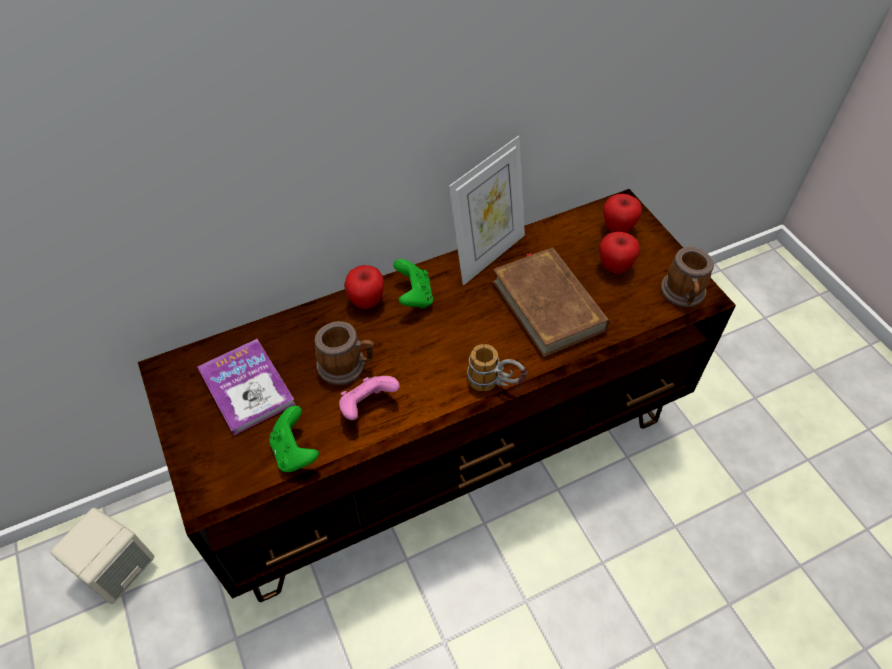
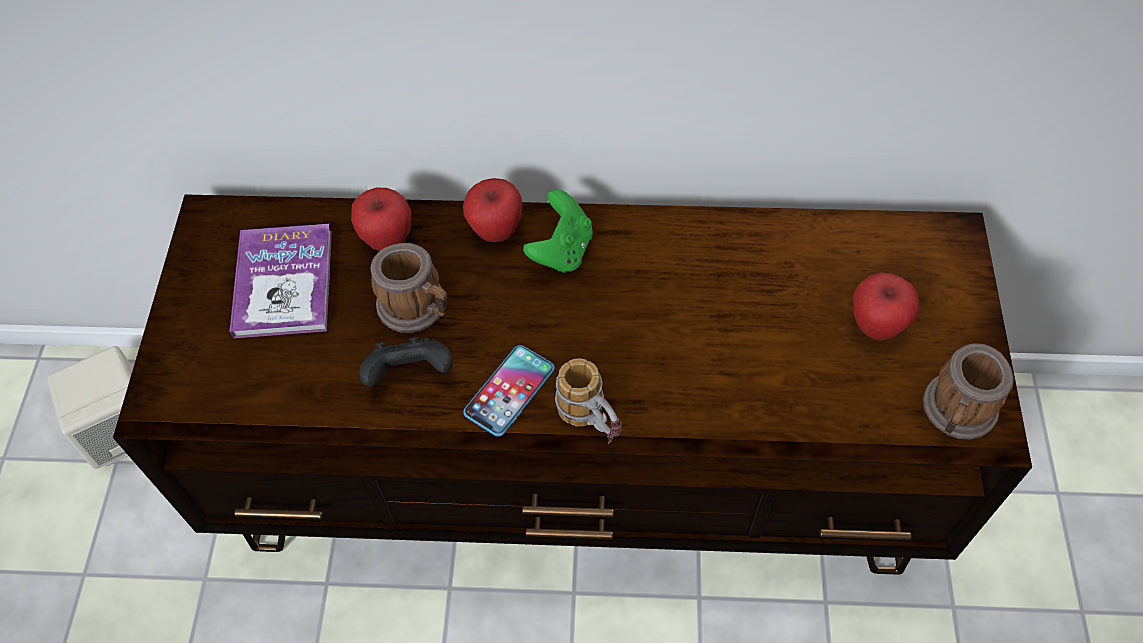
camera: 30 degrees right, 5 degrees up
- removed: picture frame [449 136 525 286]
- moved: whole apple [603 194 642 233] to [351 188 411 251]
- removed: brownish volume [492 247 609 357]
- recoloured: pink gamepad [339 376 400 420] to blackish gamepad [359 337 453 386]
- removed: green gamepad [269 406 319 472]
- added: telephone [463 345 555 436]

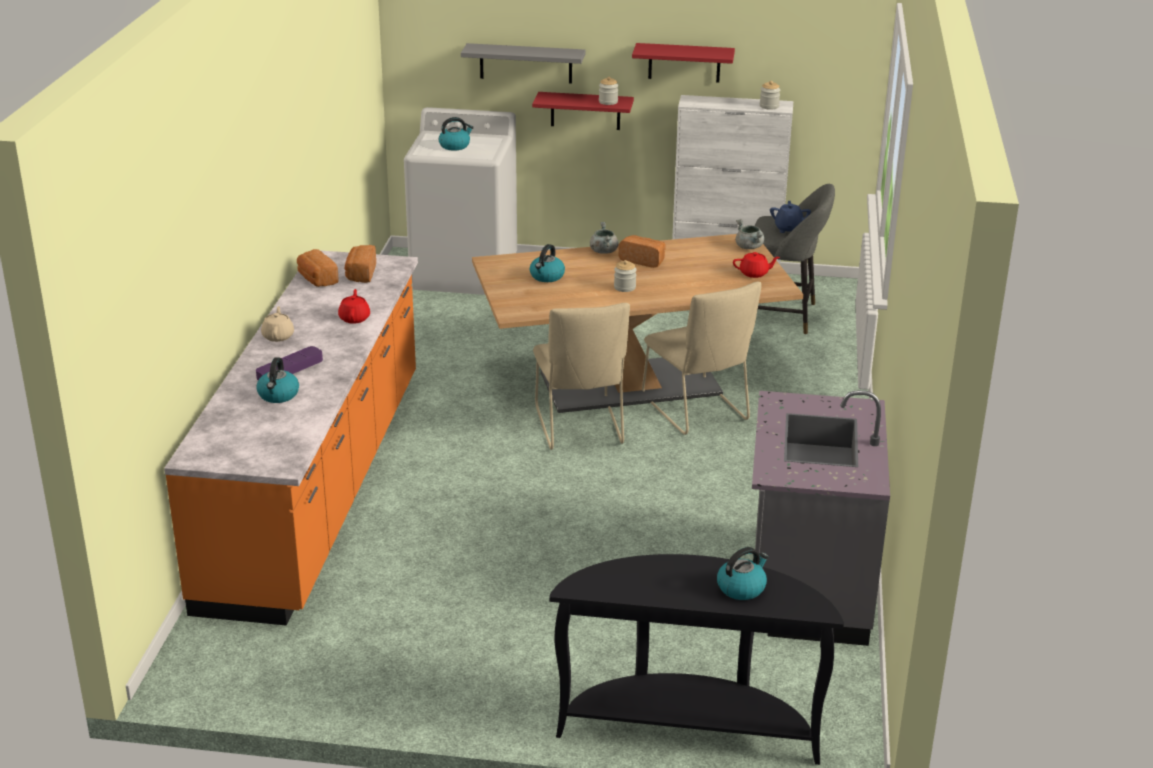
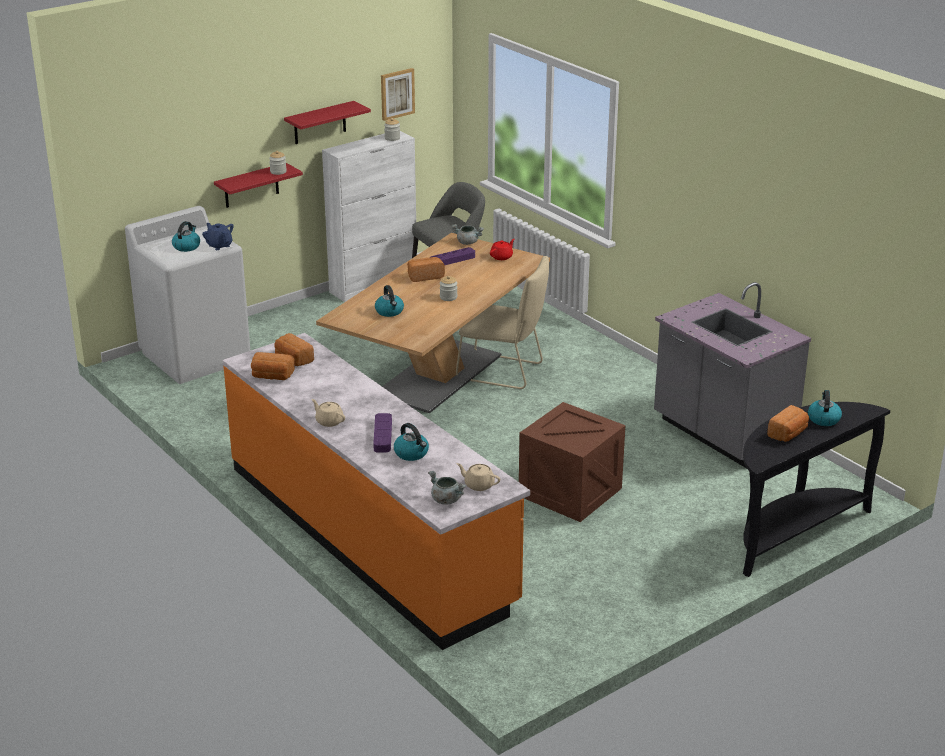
camera: 45 degrees left, 0 degrees up
- removed: gray wall shelf [461 43 586 84]
- moved: blue-coloured pot for tea [770 201 811 233] to [202 223 234 250]
- moved: gray saucepot [590 222 619 254] to [428 471 466 505]
- removed: red pot for tea [338 289 370 324]
- removed: sand-coloured chair [533 303 630 450]
- added: wall art [381 68 415 121]
- added: purplish carrying tray [429 247 475 265]
- added: crate [519 402 626 522]
- added: baked bread [767 405 809 442]
- added: sand-coloured pot for tea [456 463 500 491]

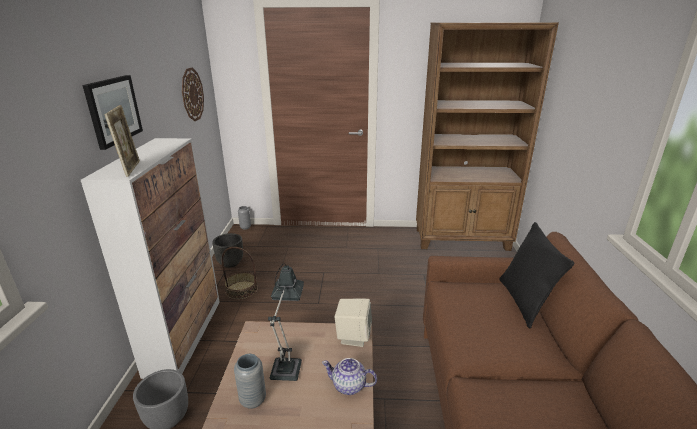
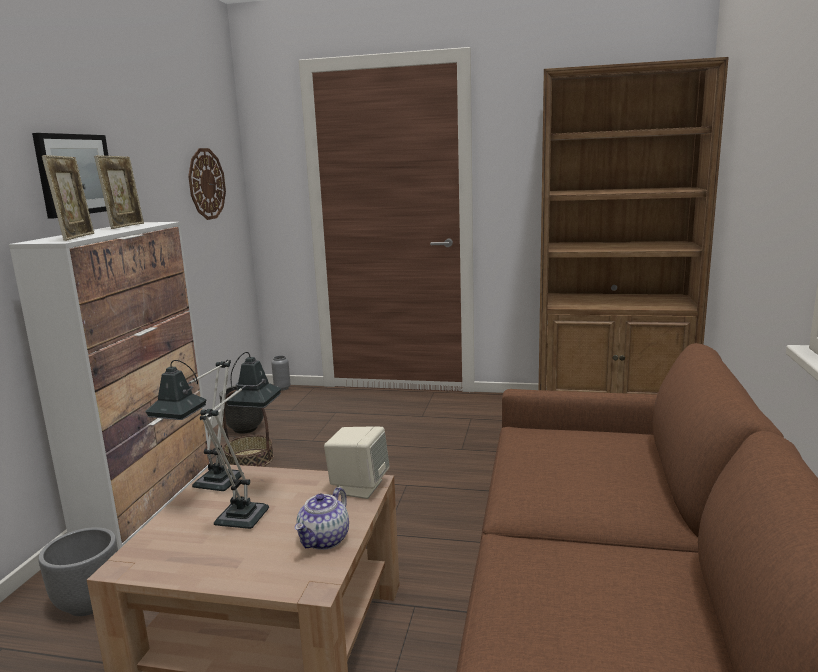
camera: 10 degrees right, 10 degrees down
- removed: blackish throw pillow [499 222 574 329]
- removed: gray vase [234 354 266 409]
- turned: pot for tea [322 358 377 395] = [295 487 349 550] 90 degrees counterclockwise
- added: picture frame [94 155 144 229]
- added: tabletop lamp [145 360 244 491]

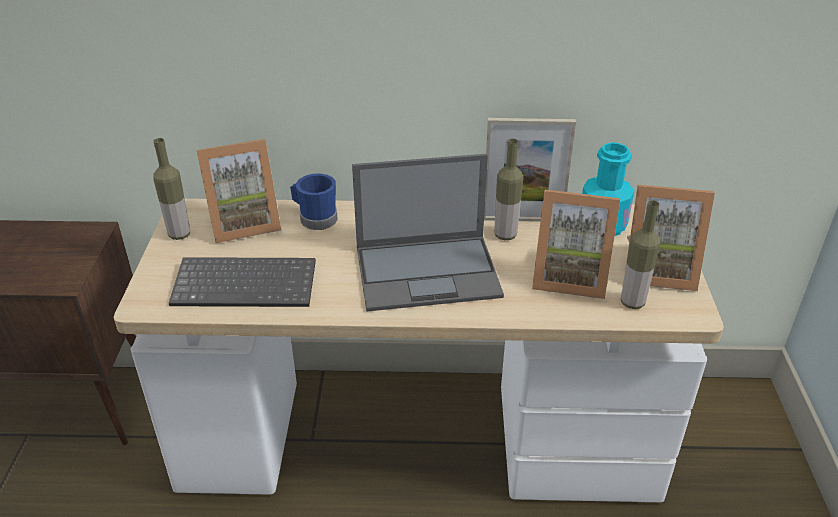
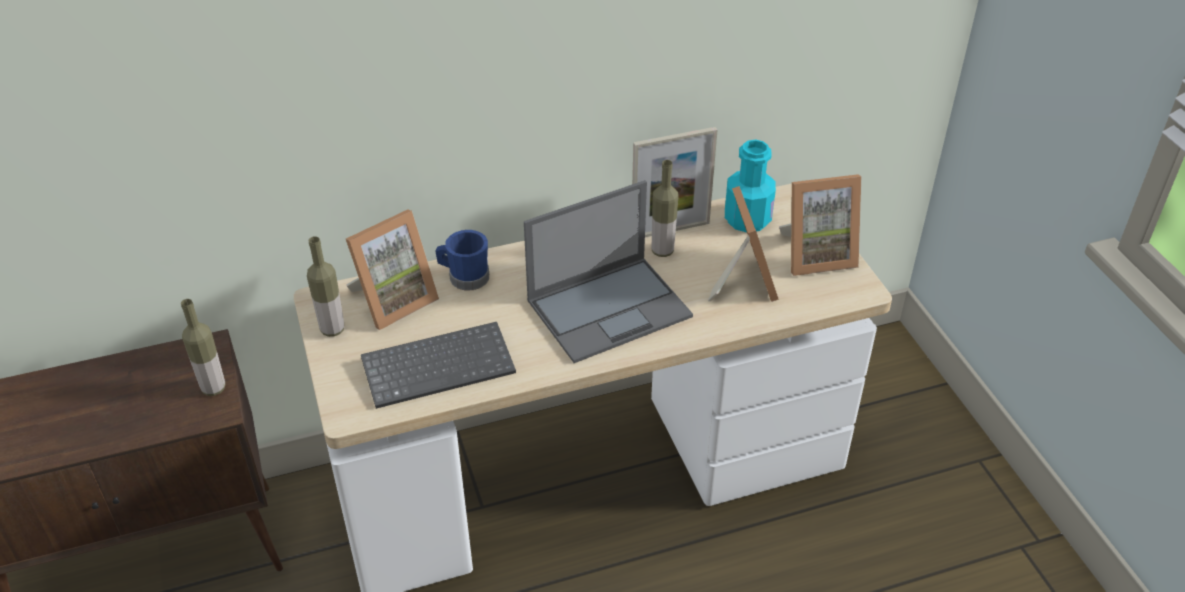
camera: 20 degrees left, 5 degrees up
- turned: picture frame [532 190 620 299] = [708 186 779 302] 90 degrees counterclockwise
- moved: beverage bottle [621 200 661 309] to [181 299 225 396]

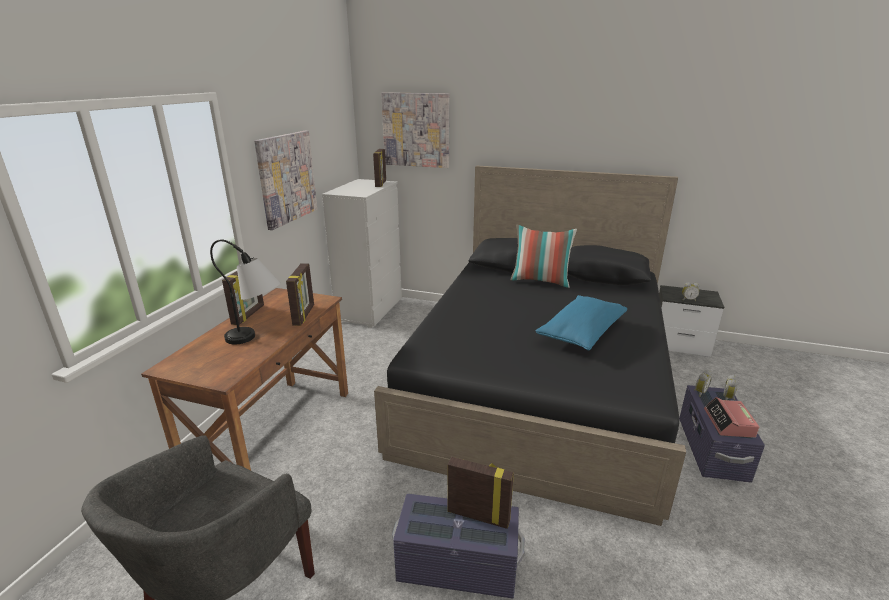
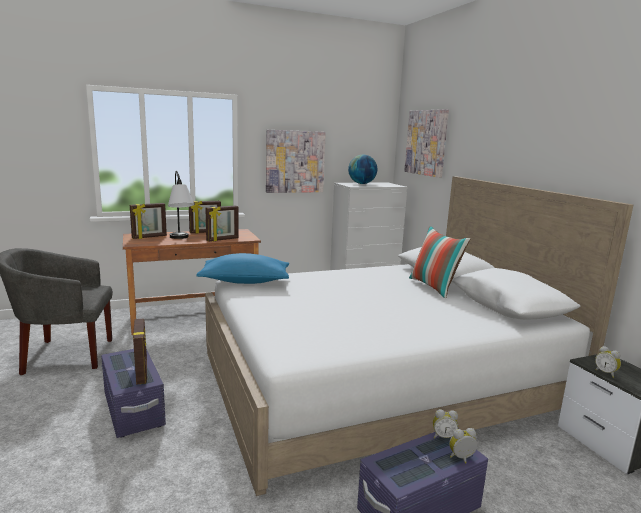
camera: 50 degrees right, 10 degrees down
- moved: picture frame [373 149 386 187] to [130 203 167 239]
- recoloured: blackish sleeping bed [374 165 686 526] to white-coloured sleeping bed [205 176 633 496]
- moved: blue-coloured throw pillow [536 295 627 350] to [196 253 289 284]
- removed: alarm clock [704 397 759 438]
- added: world globe [348 155 377 184]

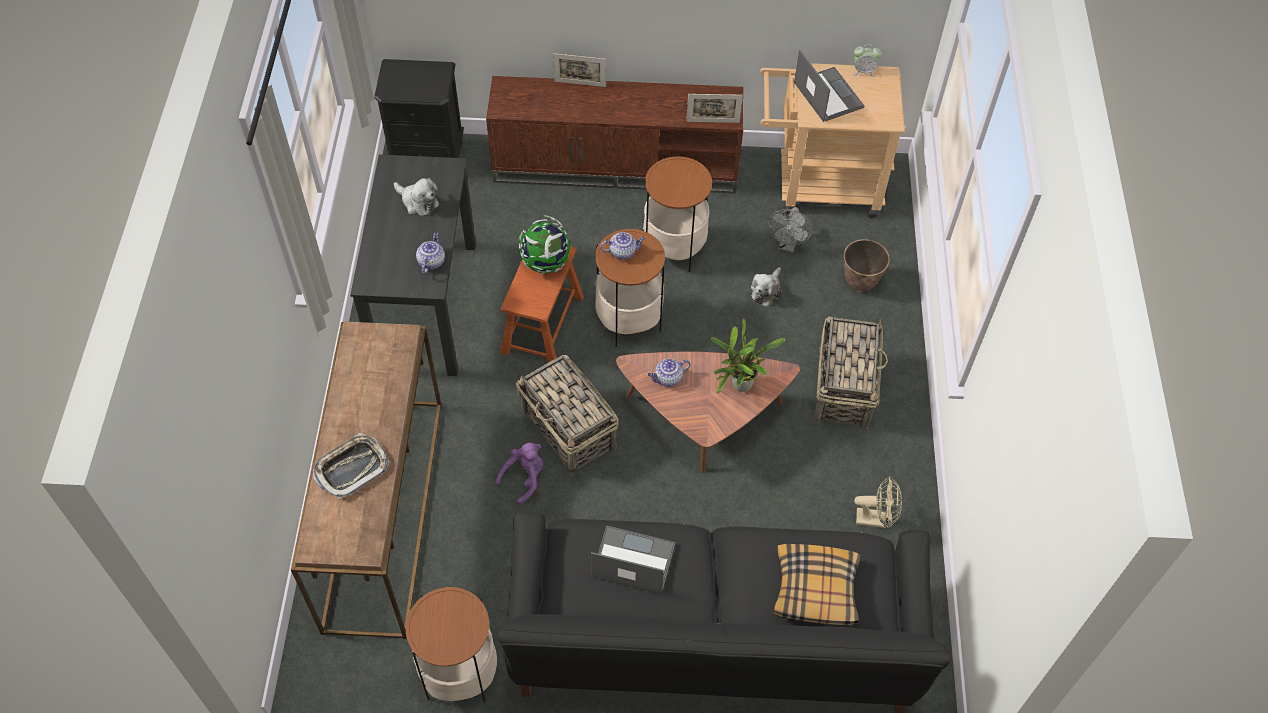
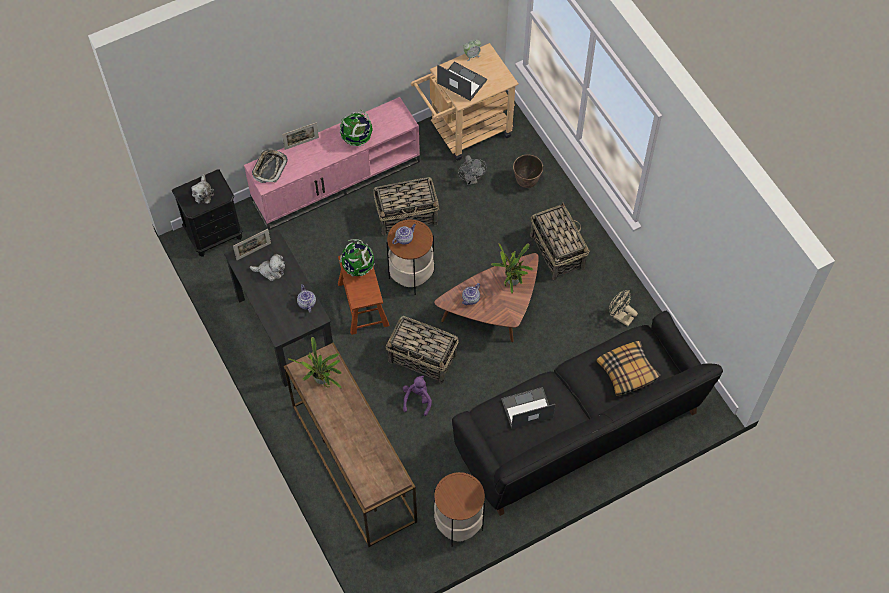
camera: 30 degrees left, 5 degrees up
- recoloured: brownish tv stand [486 76 743 193] to pink tv stand [244 97 420 230]
- moved: picture frame [686 94 743 123] to [233 229 271 260]
- replaced: accent table [643 156 712 272] to basket [373 177 440 235]
- moved: soft toy [751 267 782 307] to [192 174 214 204]
- moved: carrying tray [313 433 389 499] to [252 149 288 183]
- turned: sand-coloured fan [854 476 902 528] = [609 290 638 326] 120 degrees counterclockwise
- added: world globe [340 110 372 147]
- added: houseplant [288 337 342 389]

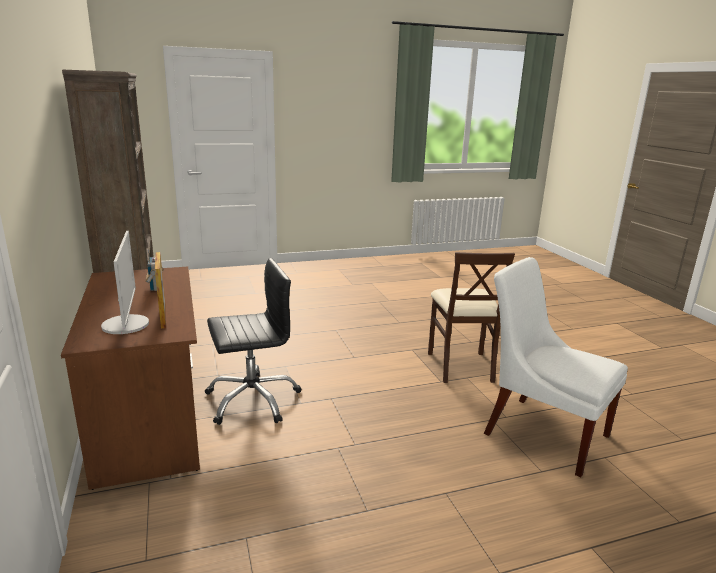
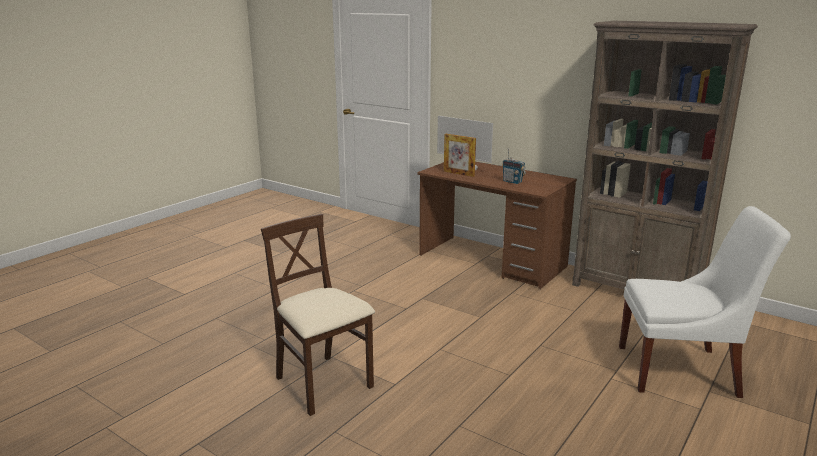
camera: 145 degrees right, 0 degrees up
- moved: white-coloured chair [484 257 628 478] to [619 206 791 398]
- removed: blackish desk chair [205 258 302 425]

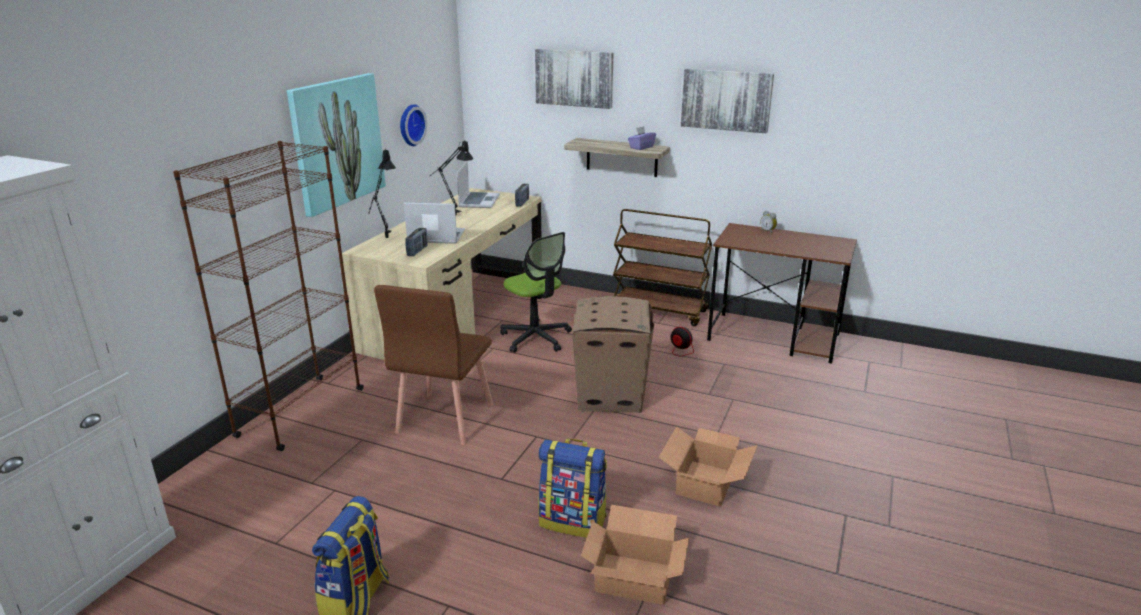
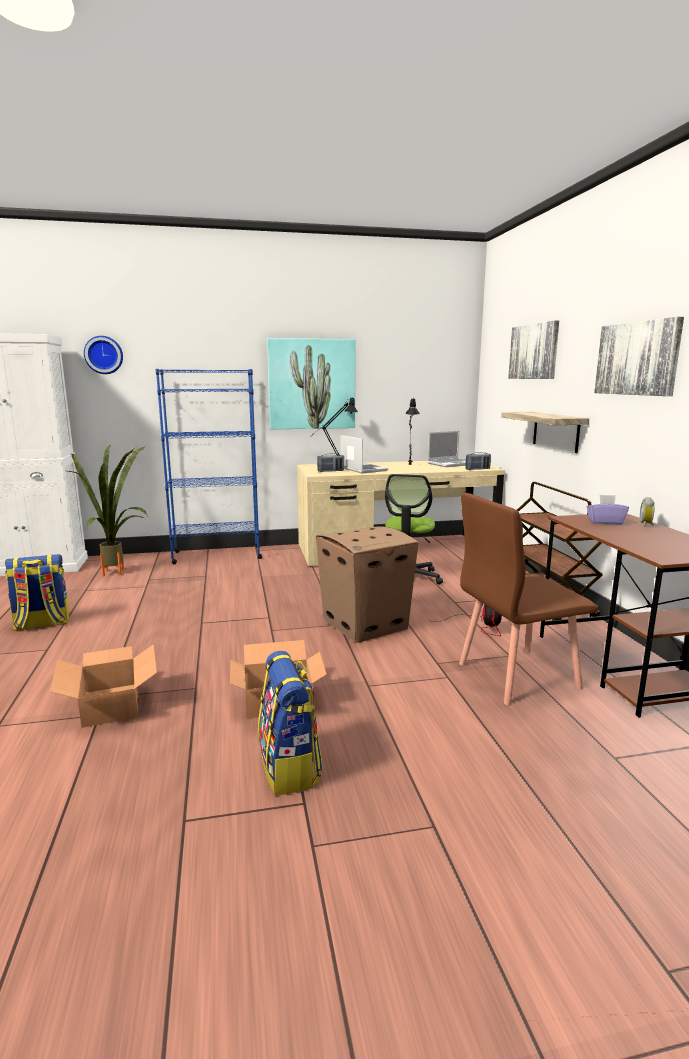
camera: 55 degrees right, 10 degrees down
- moved: clock on the wall [400 104 427 146] to [84 336 123 374]
- moved: purplish box of tissues [628 126 656 150] to [587 495 629 524]
- recoloured: brownish bookshelf [173 141 364 451] to blue-coloured bookshelf [155 369 262 564]
- moved: brownish chair [374 285 493 445] to [459 493 598 705]
- moved: backpack [538 439 607 538] to [258 651 323 796]
- added: houseplant [68 445 149 576]

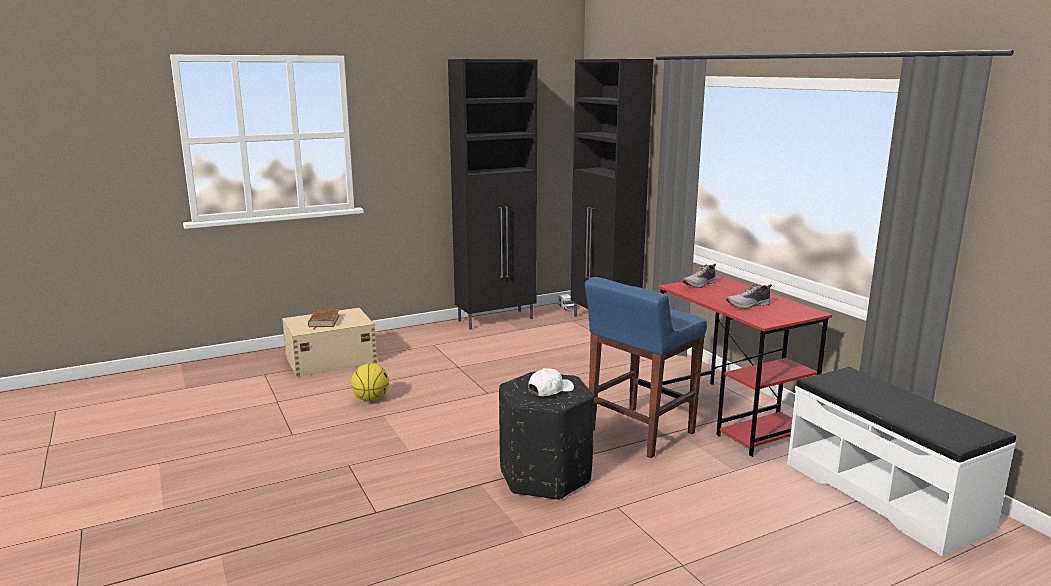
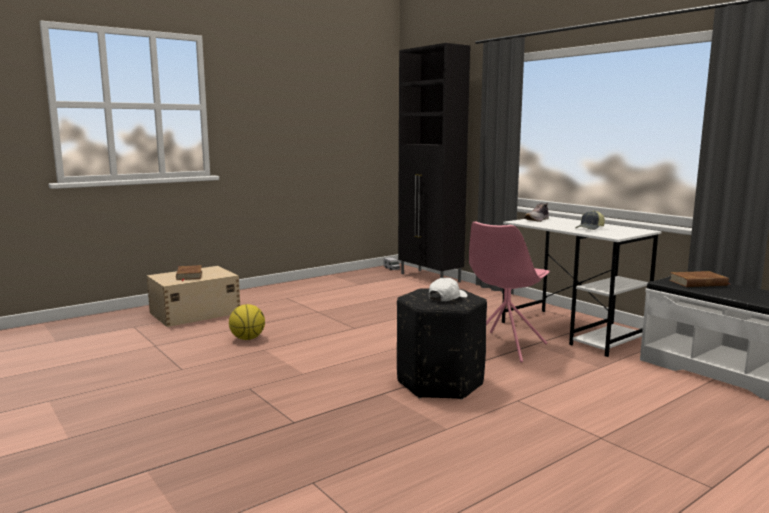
camera: 10 degrees left, 5 degrees down
- removed: blackish storage cabinet [448 59 538 330]
- recoloured: red desk table [658 276 832 457] to white-coloured desk table [502 216 661 357]
- replaced: blue-coloured stool [585 277 707 458] to pink chair [469 221 550 363]
- replaced: shoe [726 284 772 309] to peaked cap [576 210 605 230]
- added: brownish volume [670 271 729 287]

